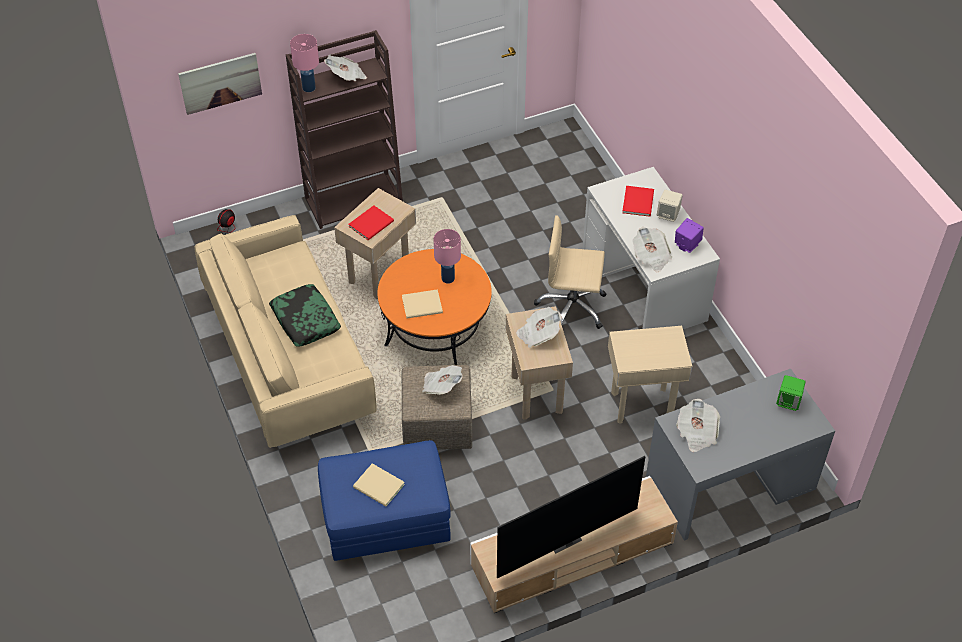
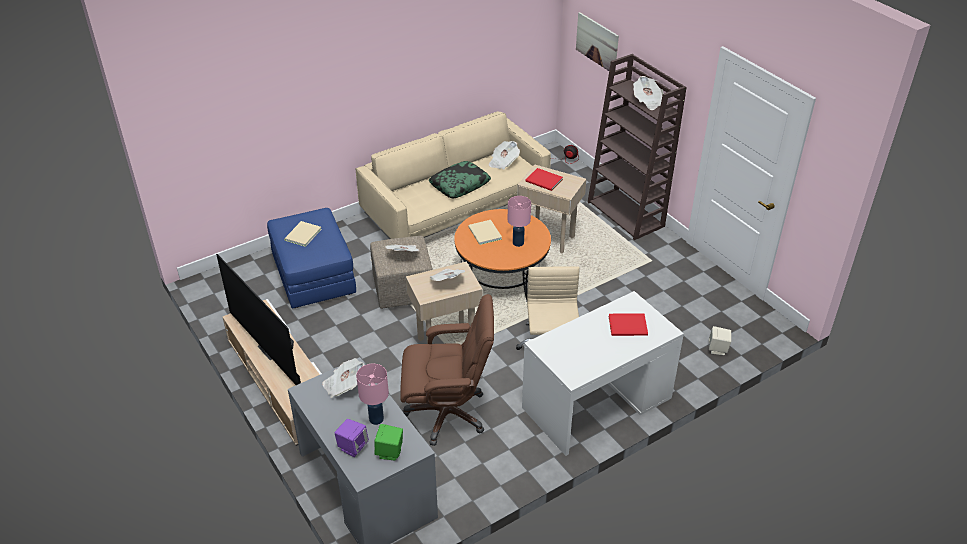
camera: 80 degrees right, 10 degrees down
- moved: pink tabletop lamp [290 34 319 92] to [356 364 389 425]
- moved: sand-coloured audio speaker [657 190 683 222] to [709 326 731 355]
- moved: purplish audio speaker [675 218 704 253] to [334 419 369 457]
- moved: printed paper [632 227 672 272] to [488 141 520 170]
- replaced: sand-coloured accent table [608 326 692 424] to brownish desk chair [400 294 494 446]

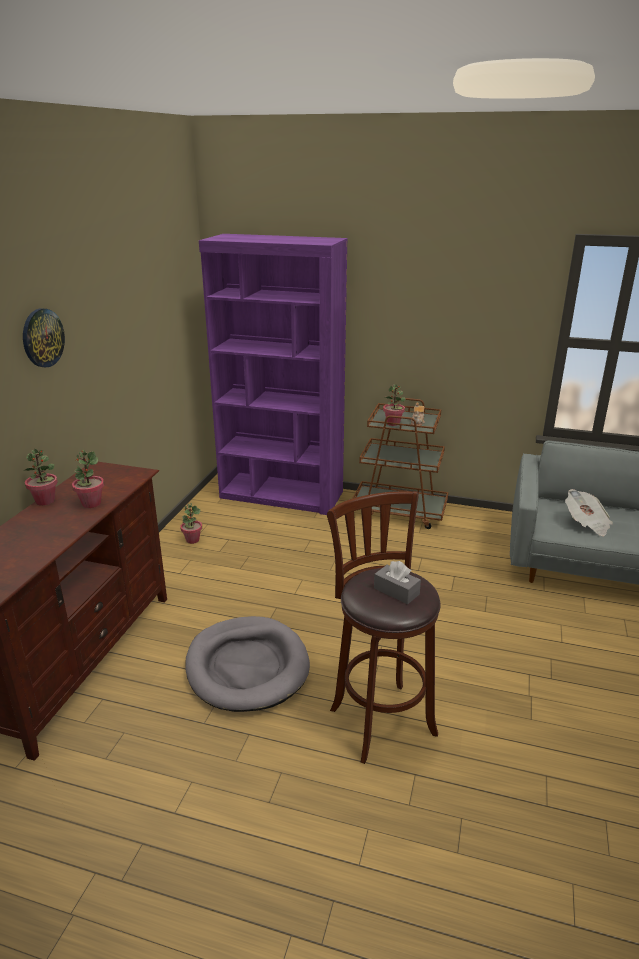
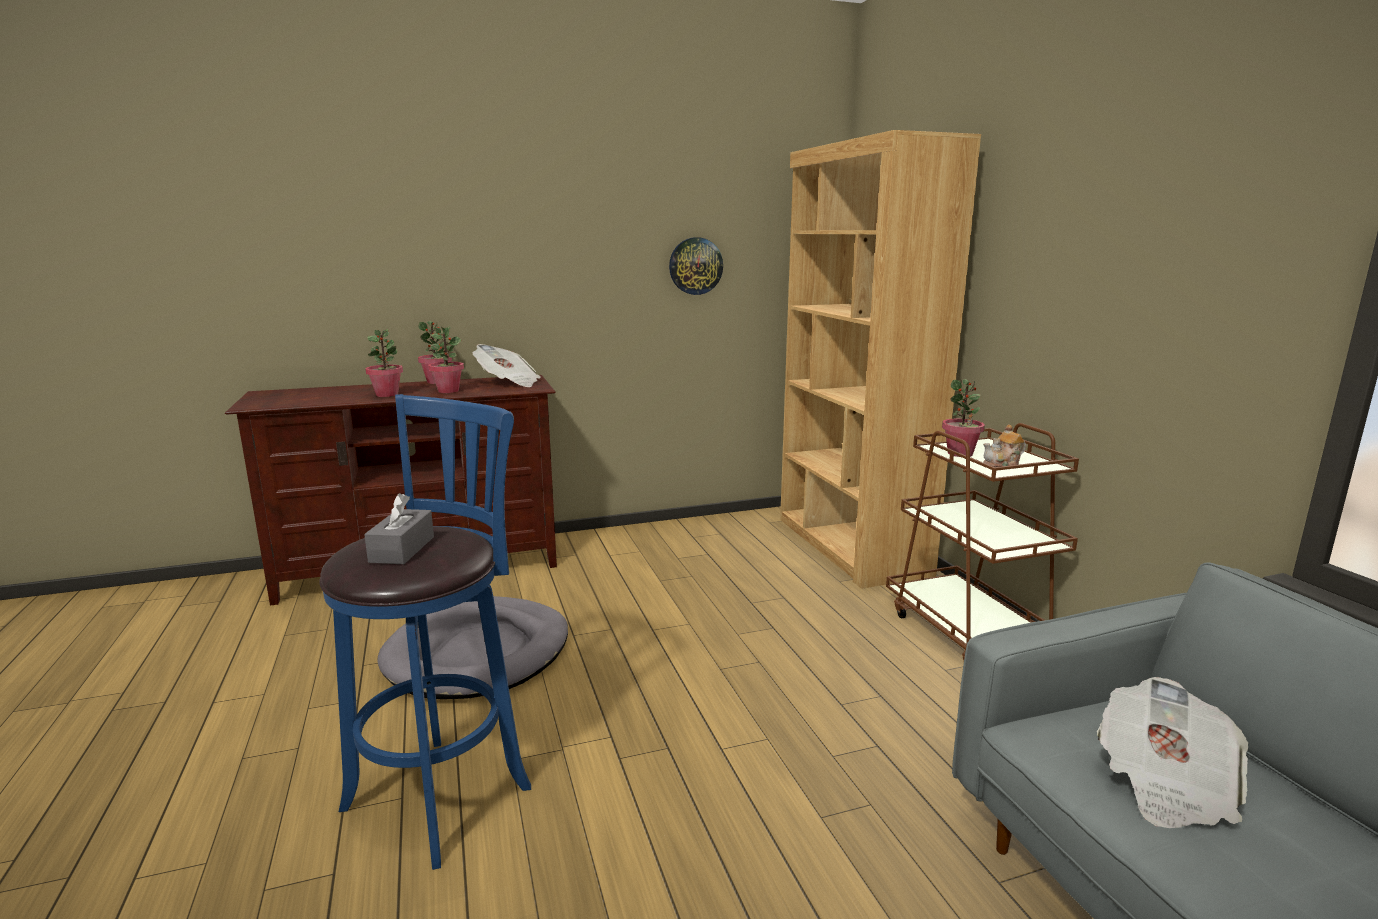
camera: 55 degrees right, 10 degrees down
- recoloured: purplish bookshelf [199 234 347 515] to brownish bookshelf [780 130 981 589]
- moved: clock on the wall [23 309 65 367] to [669 237 723 295]
- recoloured: brownish stool [327 491 441 764] to blue-coloured stool [319 394 531 870]
- moved: houseplant [180 503 202 544] to [365 329 403 397]
- added: printed paper [473 344 541 387]

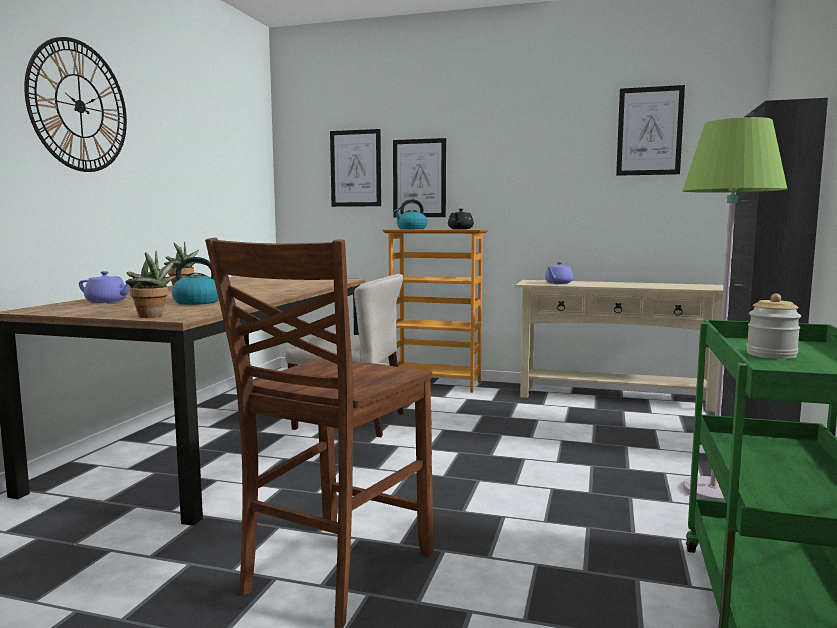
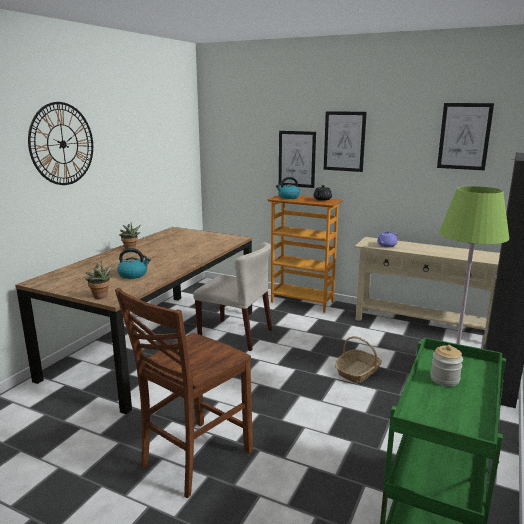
camera: 10 degrees right, 10 degrees up
- moved: wall art [330 129 381 207] to [324 111 367 172]
- removed: purplish pot for tea [79 271 133 303]
- added: basket [335 336 382 383]

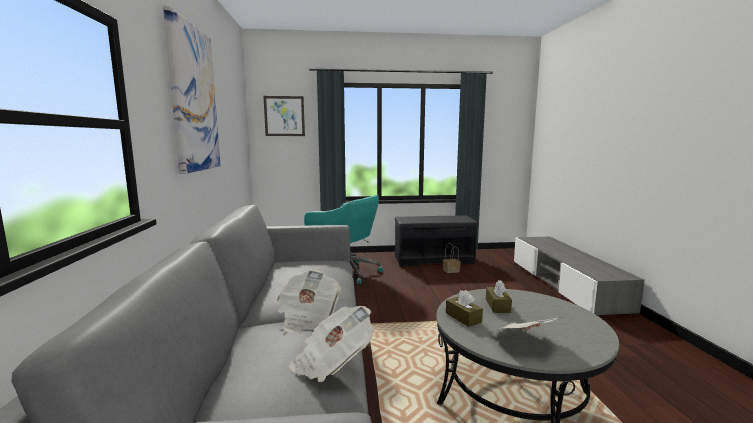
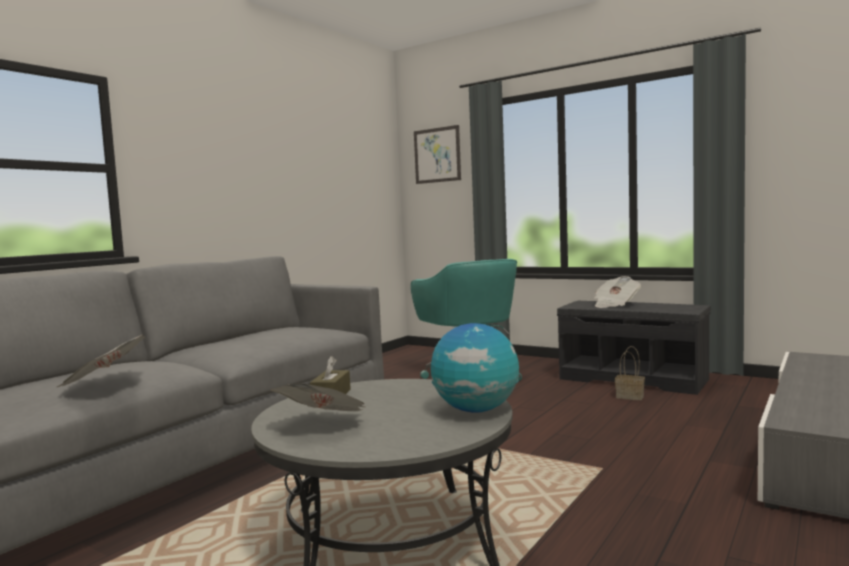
camera: 40 degrees right, 5 degrees down
- removed: wall art [163 6 221 174]
- moved: printed paper [278 270 341 333] to [594 276 641 308]
- removed: brownish box of tissues [486 280 512 313]
- added: world globe [431 323 519 413]

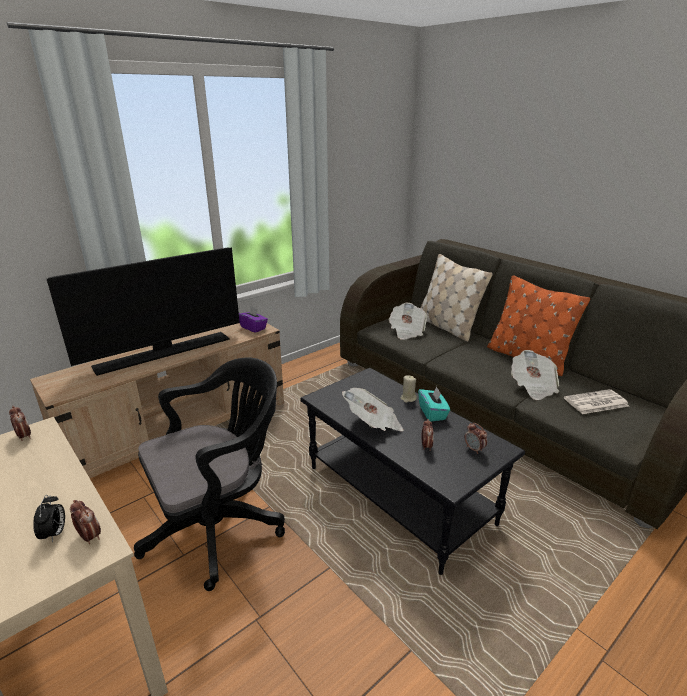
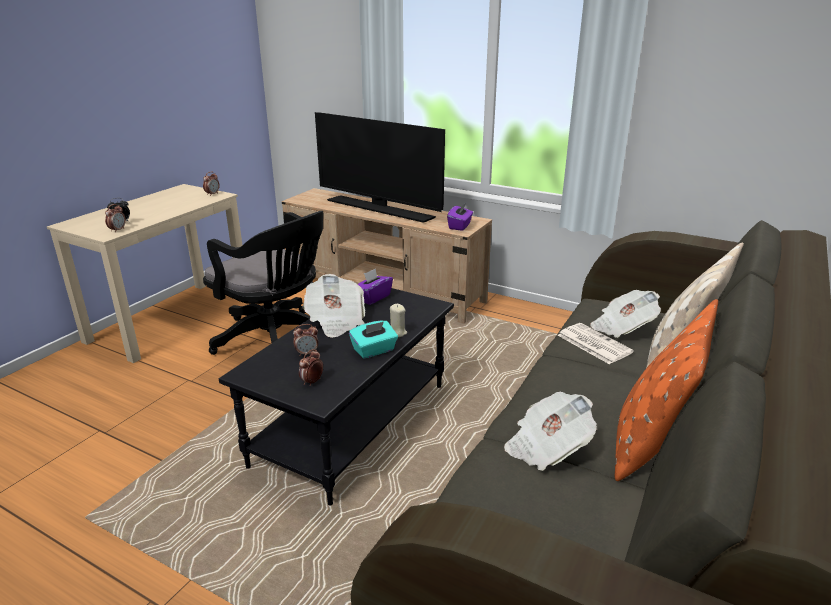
camera: 70 degrees right, 0 degrees up
- moved: printed paper [564 389 629 414] to [558 323 634 364]
- added: purplish box of tissues [358 268 393 305]

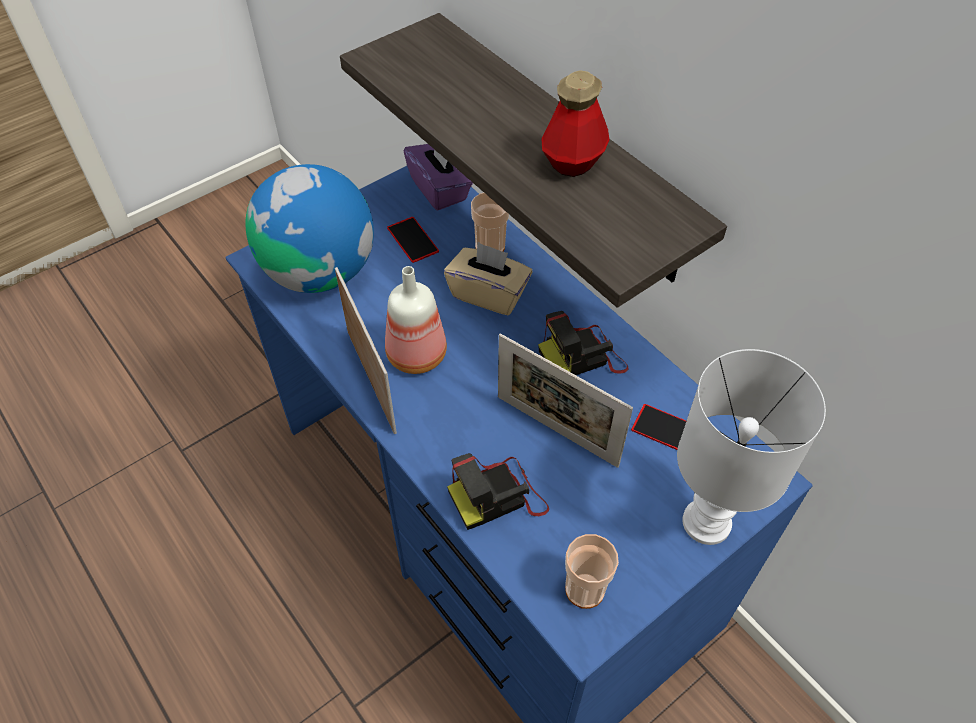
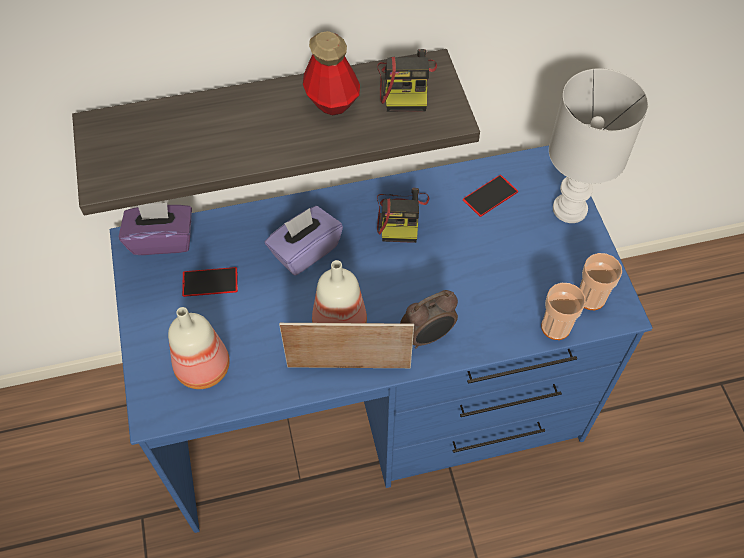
camera: 65 degrees left, 5 degrees up
- replaced: world globe [245 164 374 293] to beverage bottle [168 307 230 389]
- moved: cup [471 193 509 252] to [541 283 586 340]
- recoloured: sand-coloured box of tissues [444 242 532 315] to purplish box of tissues [265 206 343 276]
- removed: picture frame [498 334 633 468]
- moved: still camera [447 453 549 530] to [377 49 437 112]
- added: alarm clock [400 290 458 349]

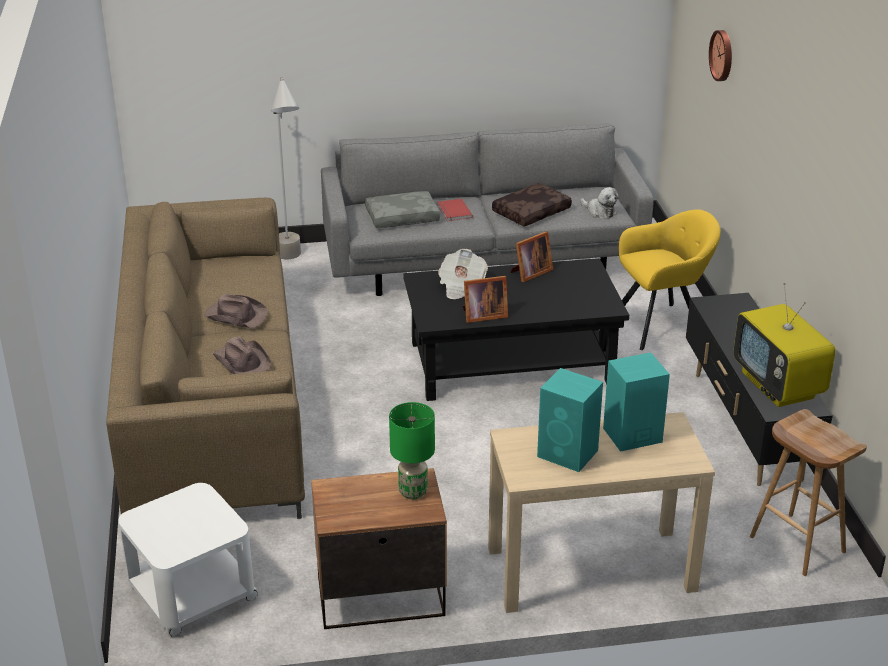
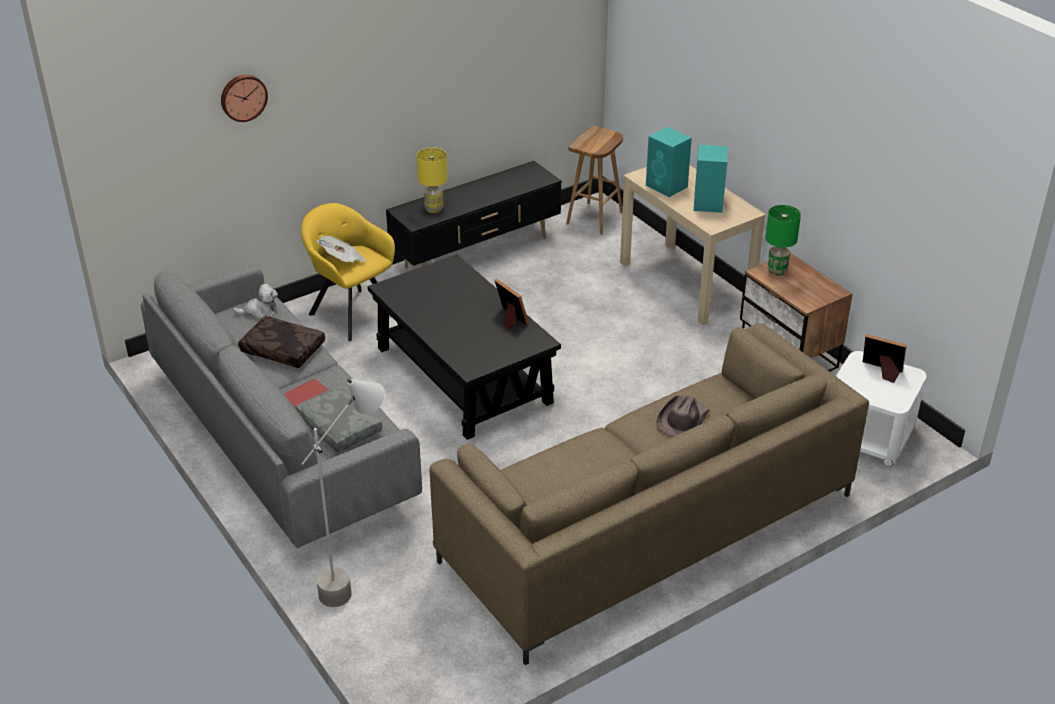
camera: 115 degrees left, 5 degrees up
- turned: soft toy [580 187 619 219] = [233 283 278 319] 60 degrees clockwise
- moved: picture frame [510 231 553 282] to [863 334 907 383]
- moved: printed paper [438 249 488 299] to [317 236 366 263]
- removed: TV set [733 283 836 407]
- removed: brownish hat [204 293 268 328]
- added: yellowish tabletop lamp [417 147 447 213]

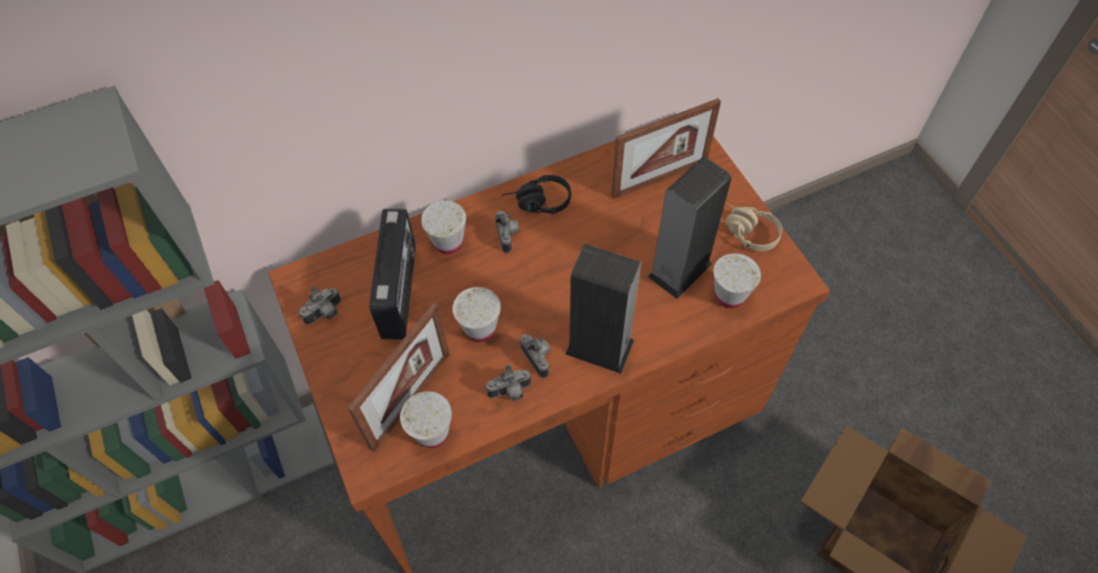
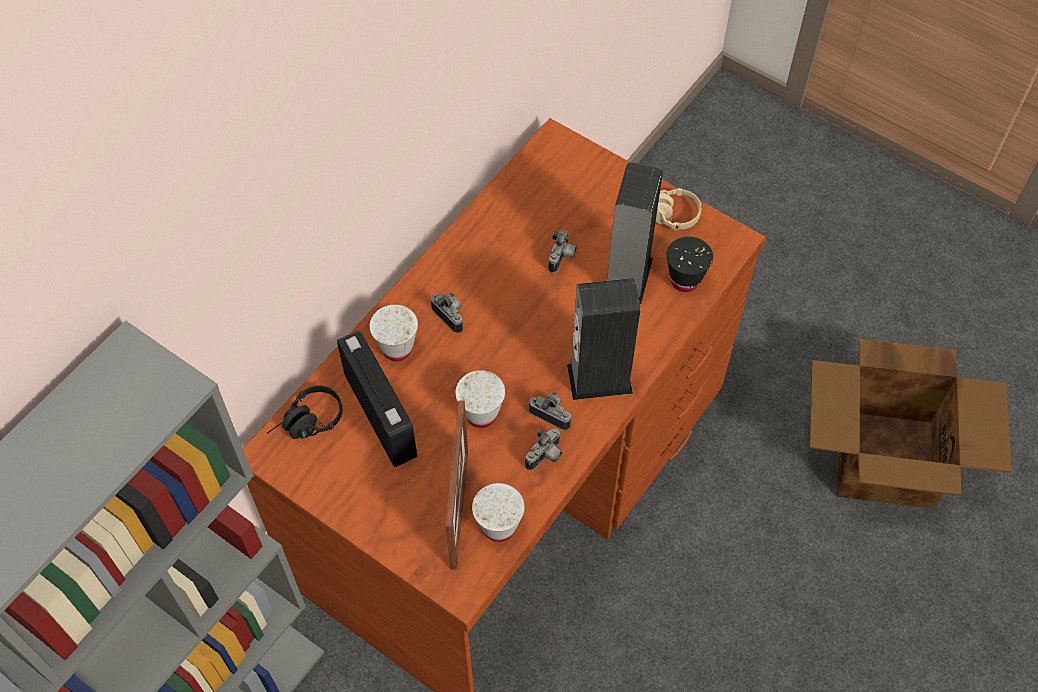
camera: 30 degrees left, 0 degrees up
- removed: picture frame [611 98 721 199]
- moved: blackish headset [502 175 571 214] to [267 386 342 439]
- recoloured: white-coloured cup [713 253 761 308] to blackish cup [666 236 713 292]
- moved: still camera [299 286 341 325] to [548 230 576 273]

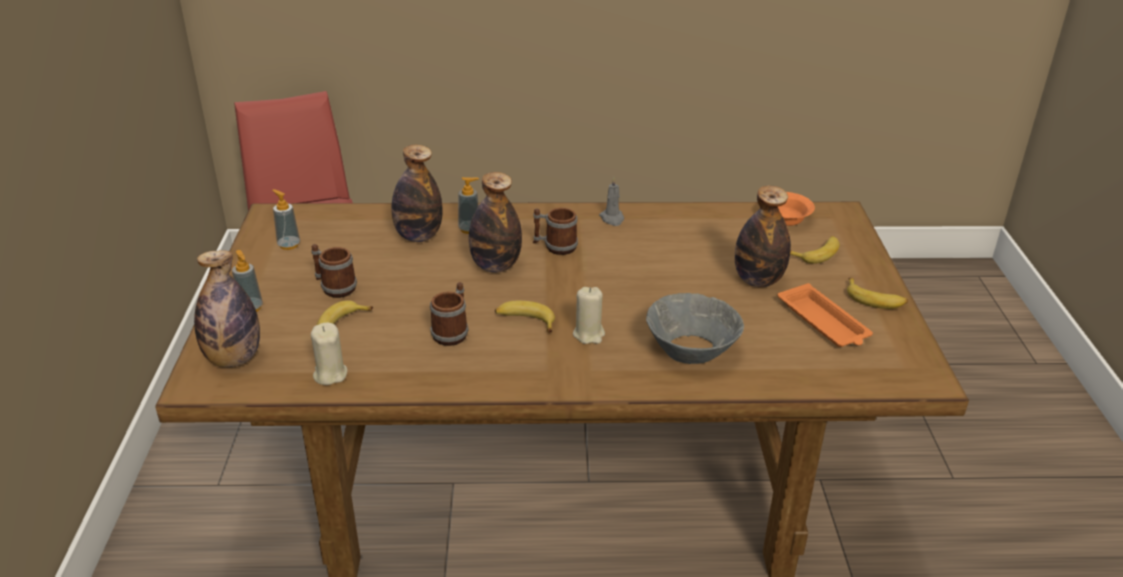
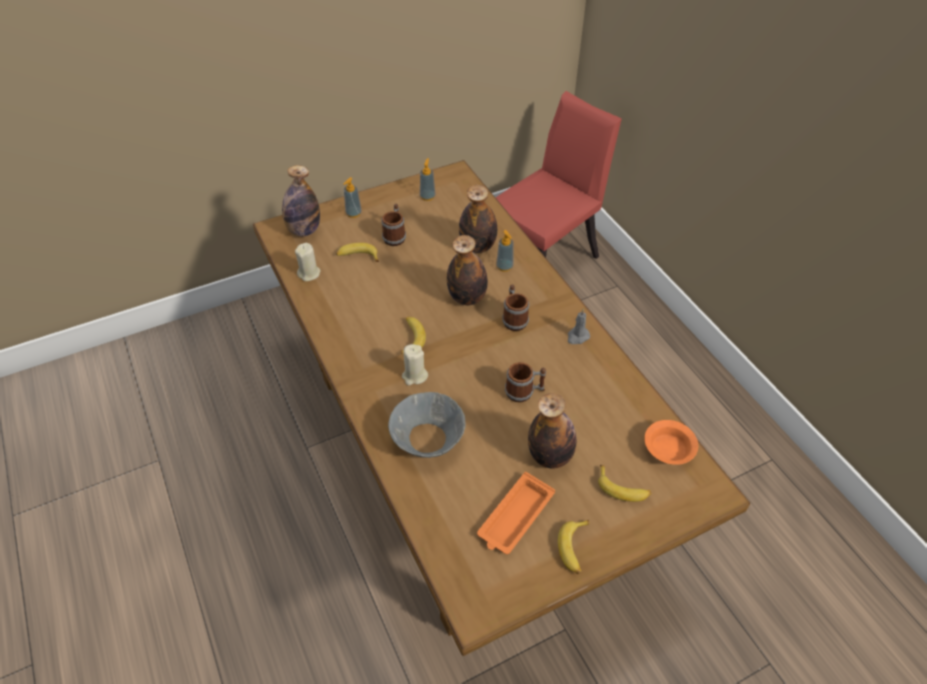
camera: 65 degrees right, 15 degrees up
- moved: coffee mug [430 282 468 346] to [505 362 546 402]

